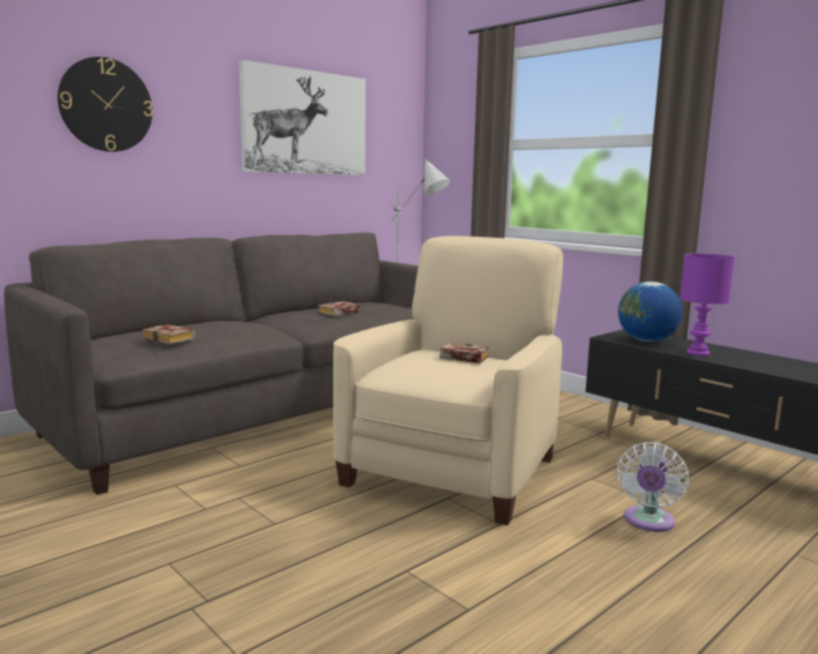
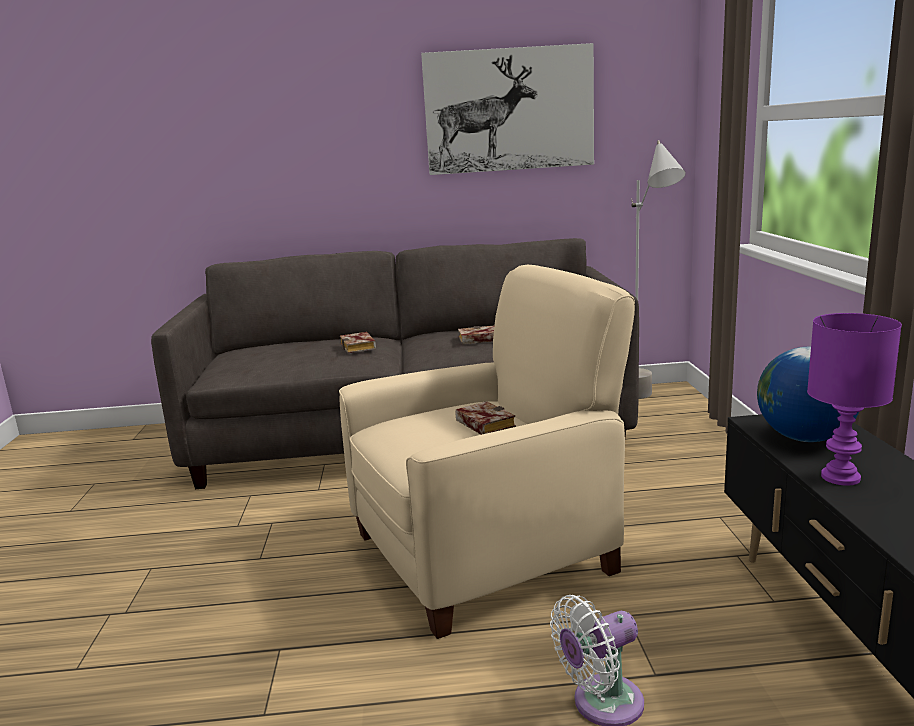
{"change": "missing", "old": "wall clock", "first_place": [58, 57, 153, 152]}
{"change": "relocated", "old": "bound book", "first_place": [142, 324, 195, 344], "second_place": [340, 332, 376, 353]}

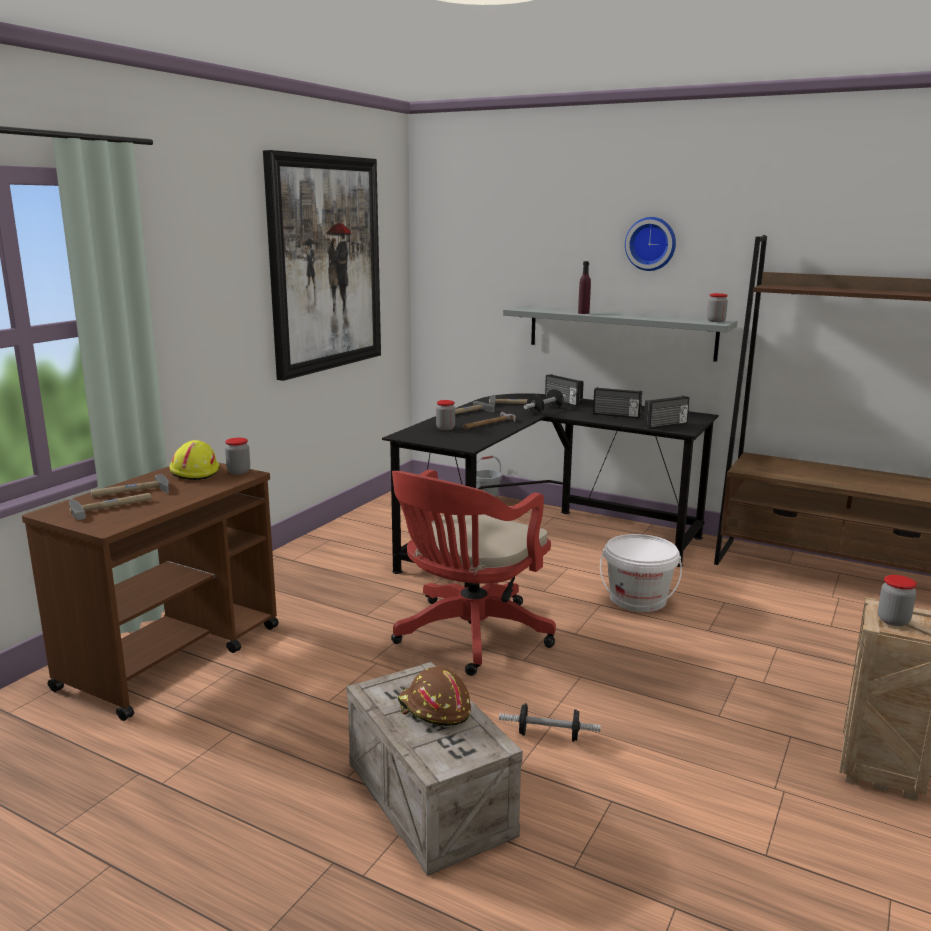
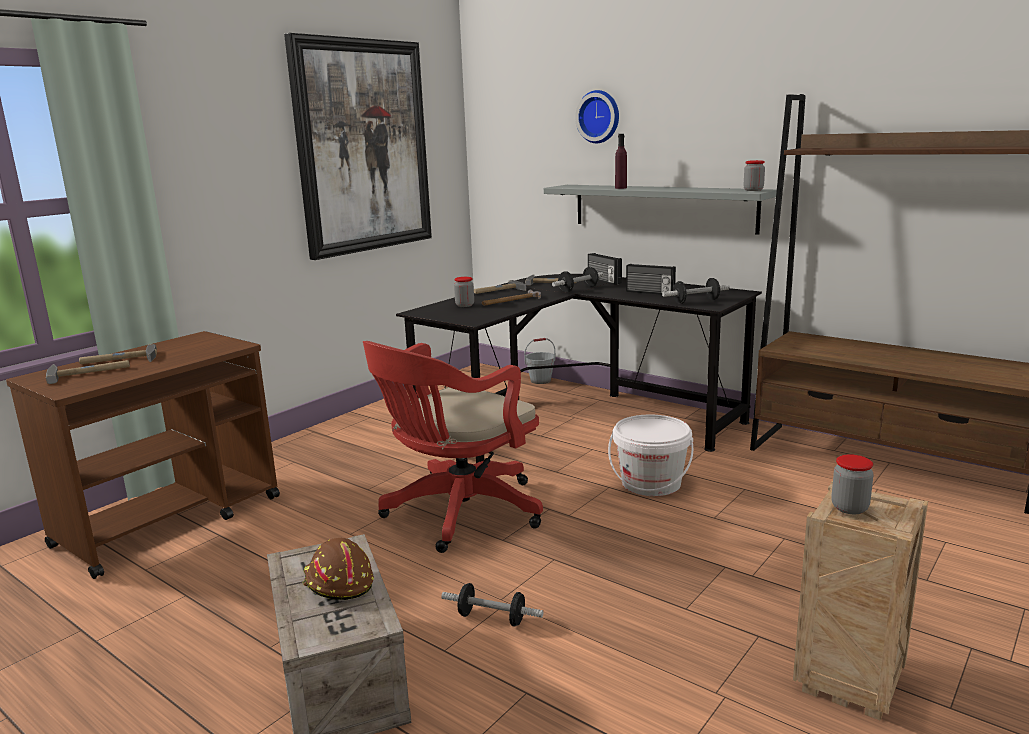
{"change": "missing", "old": "yellow safety helmet", "first_place": [169, 440, 220, 480]}
{"change": "missing", "old": "jar", "first_place": [225, 438, 250, 475]}
{"change": "relocated", "old": "wall clock", "first_place": [625, 217, 676, 271], "second_place": [575, 90, 619, 143]}
{"change": "exchanged", "old": "radio", "new": "hand weight", "first_place": [643, 396, 690, 429], "second_place": [662, 278, 730, 304]}

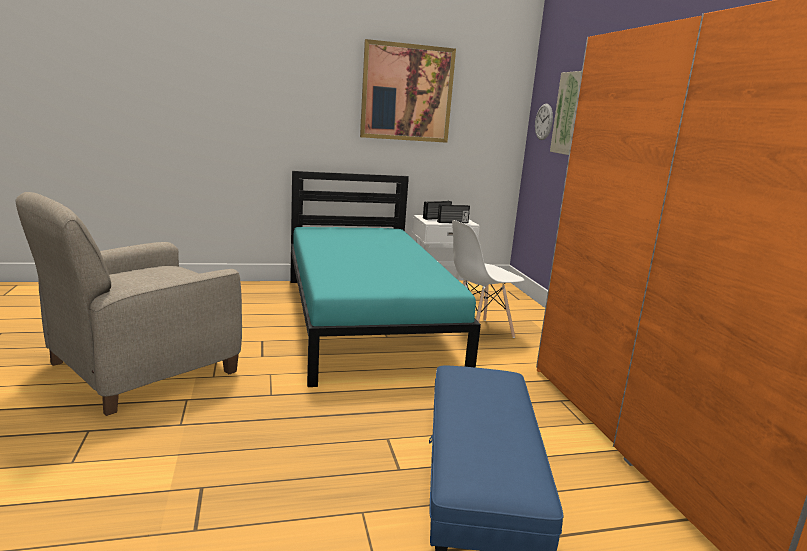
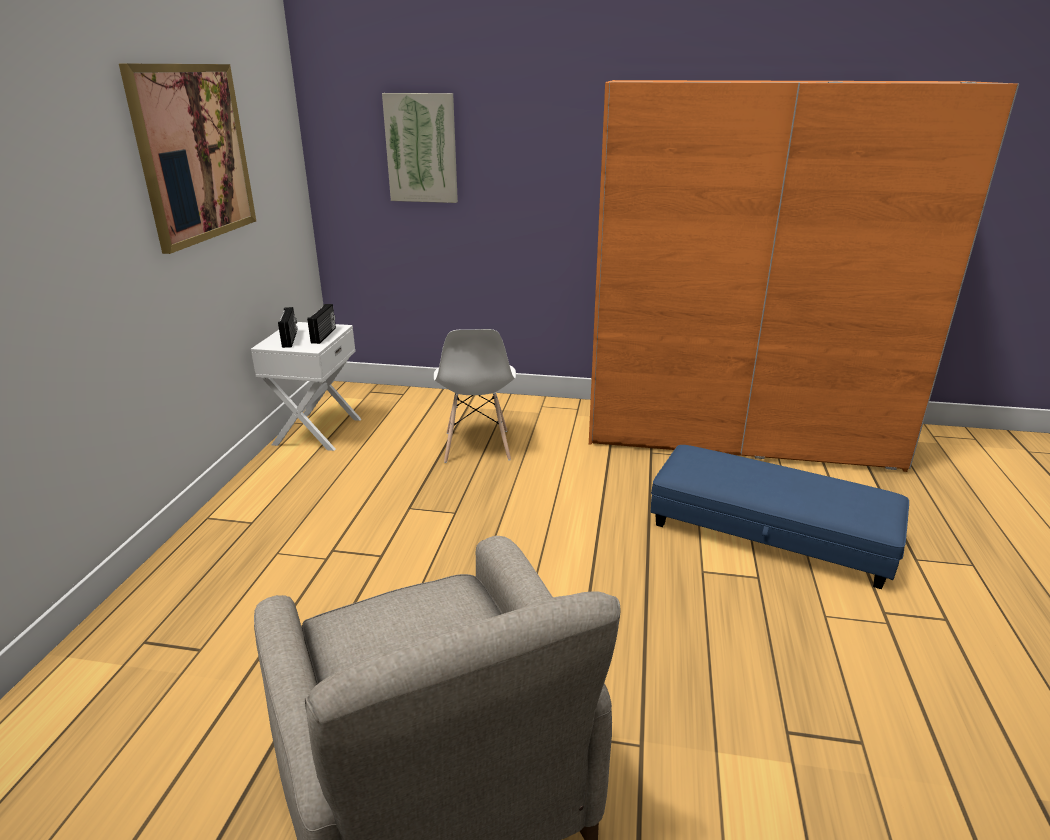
{"change": "missing", "old": "turquoise-coloured sleeping bed", "first_place": [290, 171, 481, 387]}
{"change": "missing", "old": "wall clock", "first_place": [535, 104, 553, 140]}

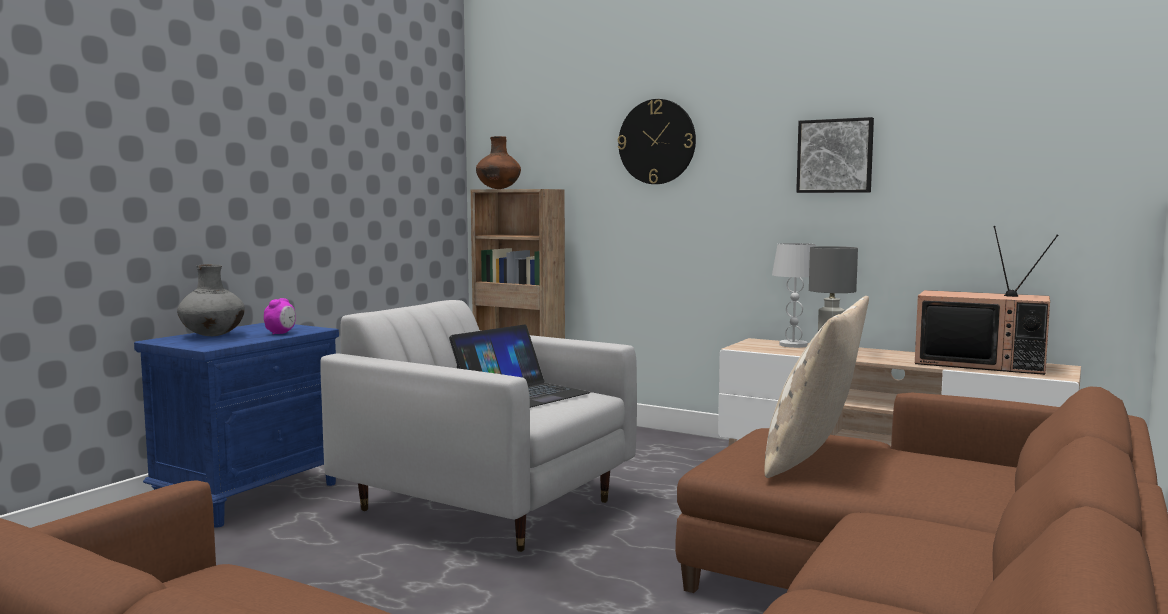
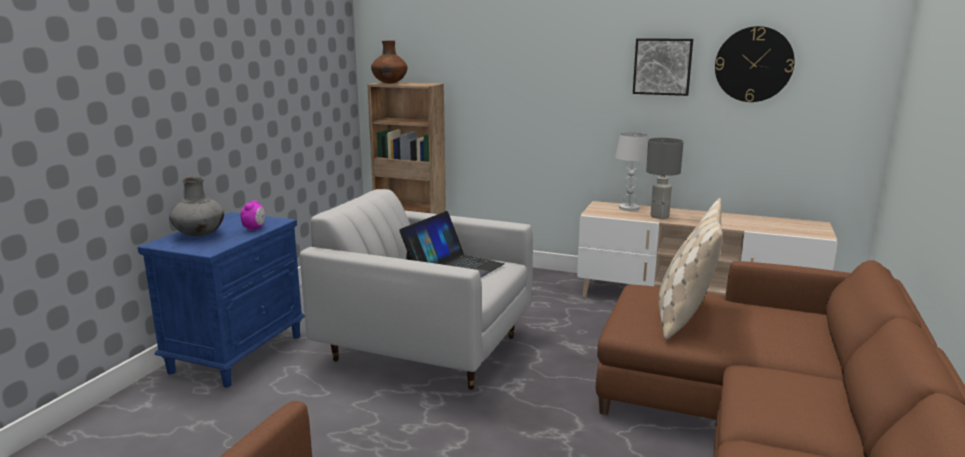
{"change": "relocated", "old": "wall clock", "first_place": [618, 99, 696, 184], "second_place": [715, 26, 795, 102]}
{"change": "missing", "old": "TV", "first_place": [915, 226, 1059, 375]}

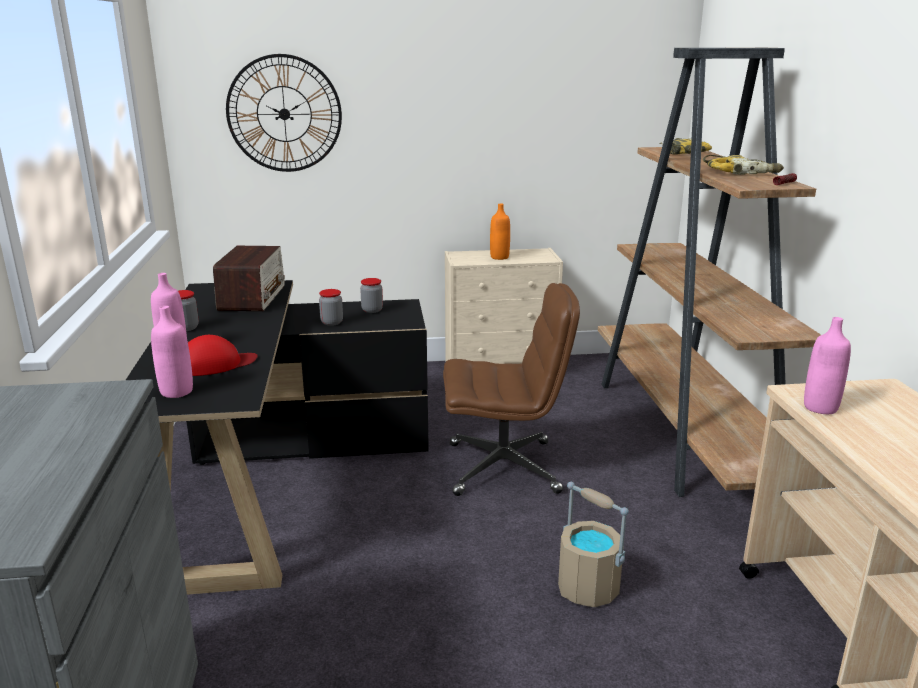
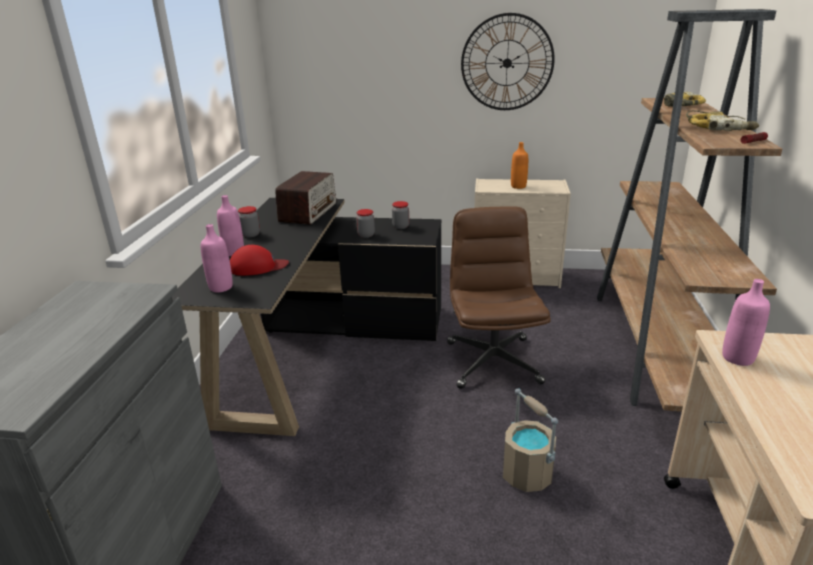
{"change": "relocated", "old": "wall clock", "first_place": [226, 54, 342, 172], "second_place": [461, 13, 555, 110]}
{"change": "spun", "old": "brownish computer chair", "first_place": [443, 283, 580, 496], "second_place": [447, 206, 551, 389], "degrees": -105}

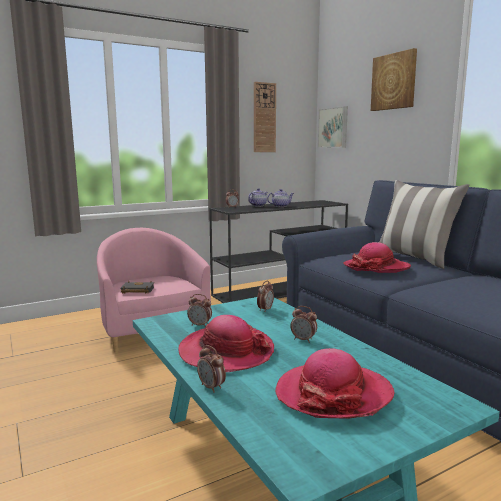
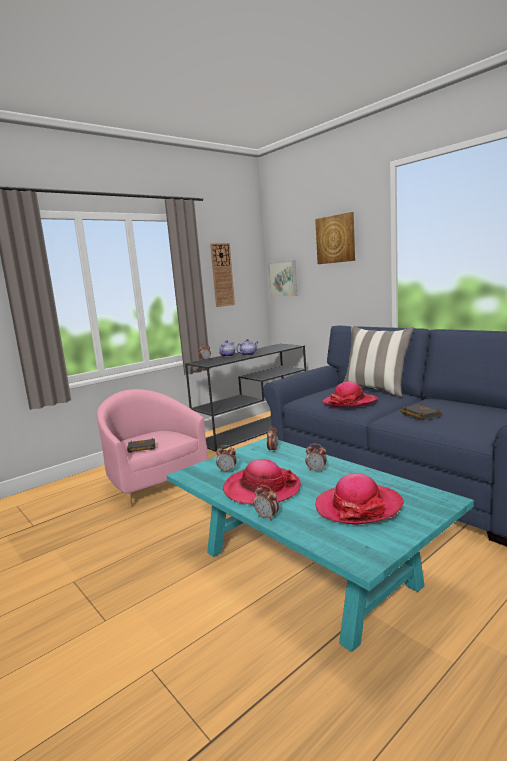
{"change": "appeared", "new": "blackish bound book", "second_place": [400, 403, 442, 420]}

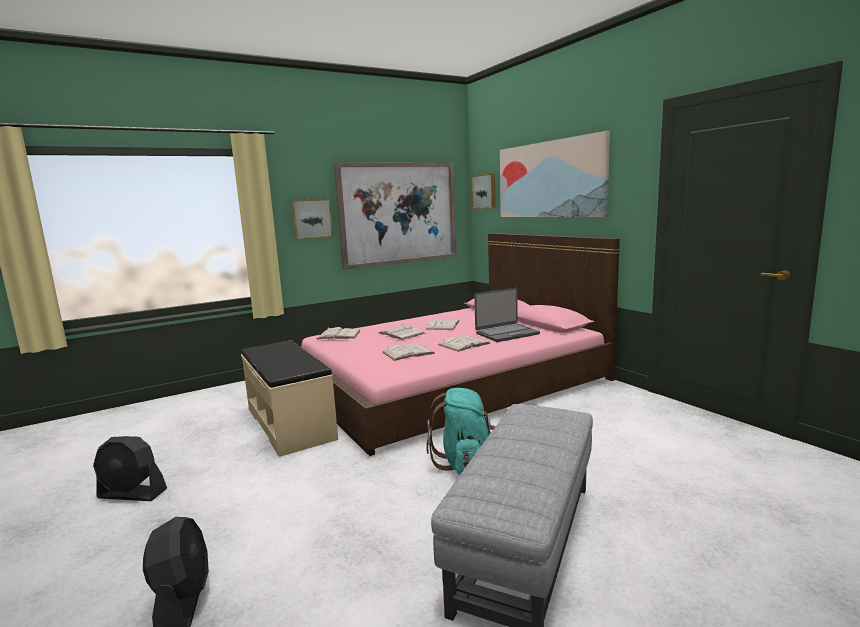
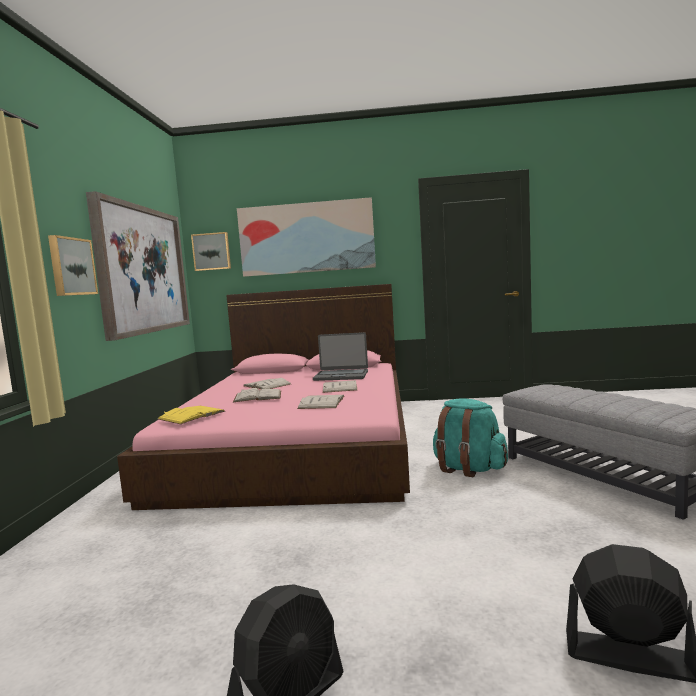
{"change": "missing", "old": "beige long seat", "first_place": [241, 341, 338, 457]}
{"change": "colour", "old": "white-coloured bound book", "new": "yellow bound book", "first_place": [317, 327, 361, 339], "second_place": [158, 406, 225, 424]}
{"change": "spun", "old": "notebook computer", "first_place": [474, 288, 540, 342], "second_place": [313, 332, 368, 381], "degrees": 90}

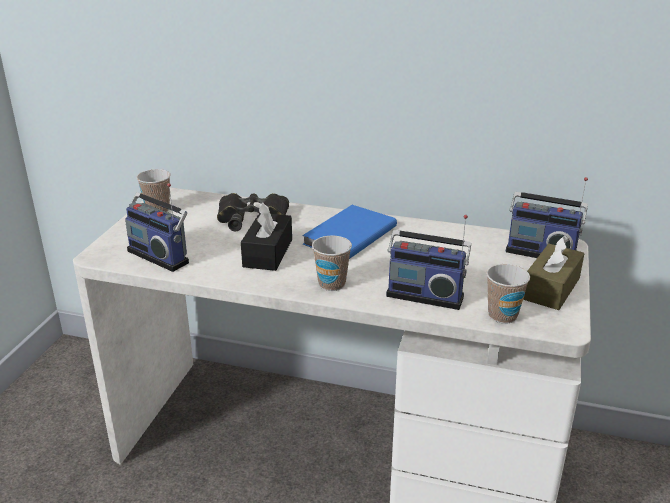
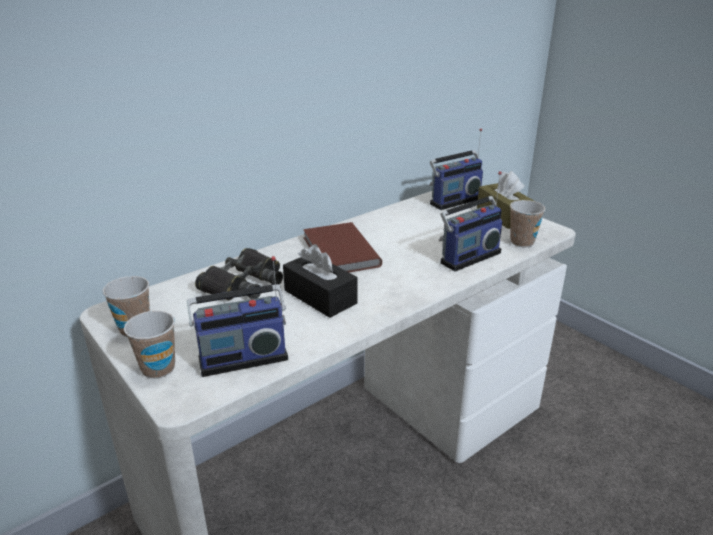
{"change": "colour", "old": "blue-coloured bound book", "new": "brownish bound book", "first_place": [302, 205, 397, 259], "second_place": [303, 222, 382, 272]}
{"change": "relocated", "old": "cup", "first_place": [312, 236, 352, 291], "second_place": [124, 311, 175, 379]}

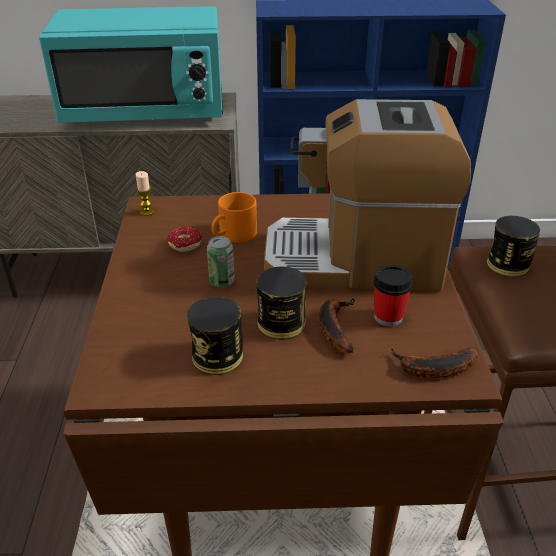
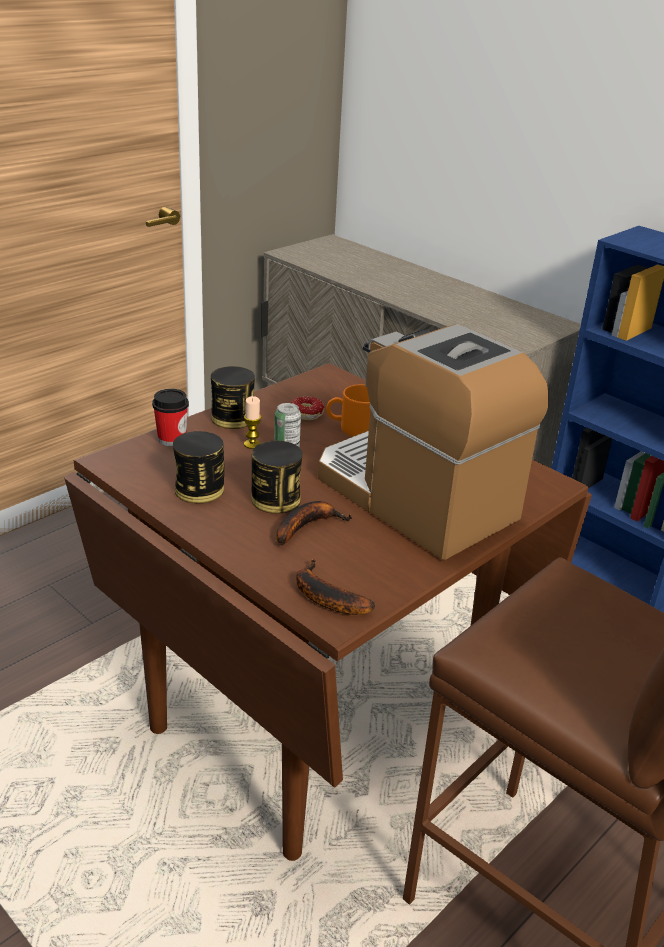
{"change": "missing", "old": "turquoise-coloured microwave oven", "first_place": [39, 6, 223, 123]}
{"change": "relocated", "old": "candle", "first_place": [135, 171, 154, 216], "second_place": [244, 396, 261, 449]}
{"change": "relocated", "old": "cup", "first_place": [373, 265, 413, 326], "second_place": [152, 389, 189, 447]}
{"change": "relocated", "old": "sealed can", "first_place": [487, 216, 540, 277], "second_place": [211, 366, 255, 429]}

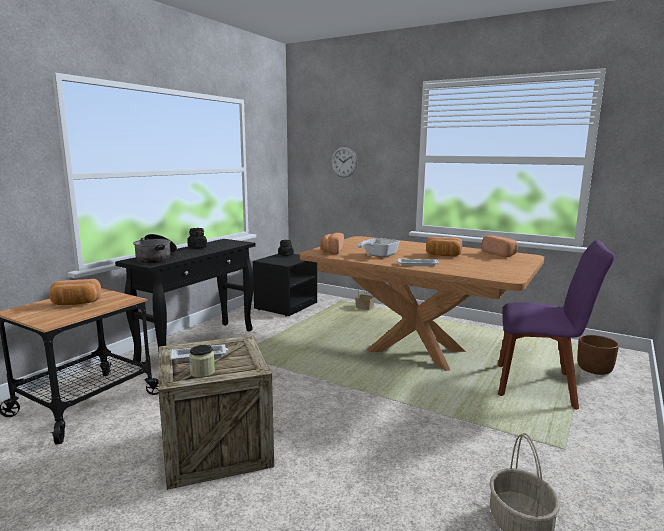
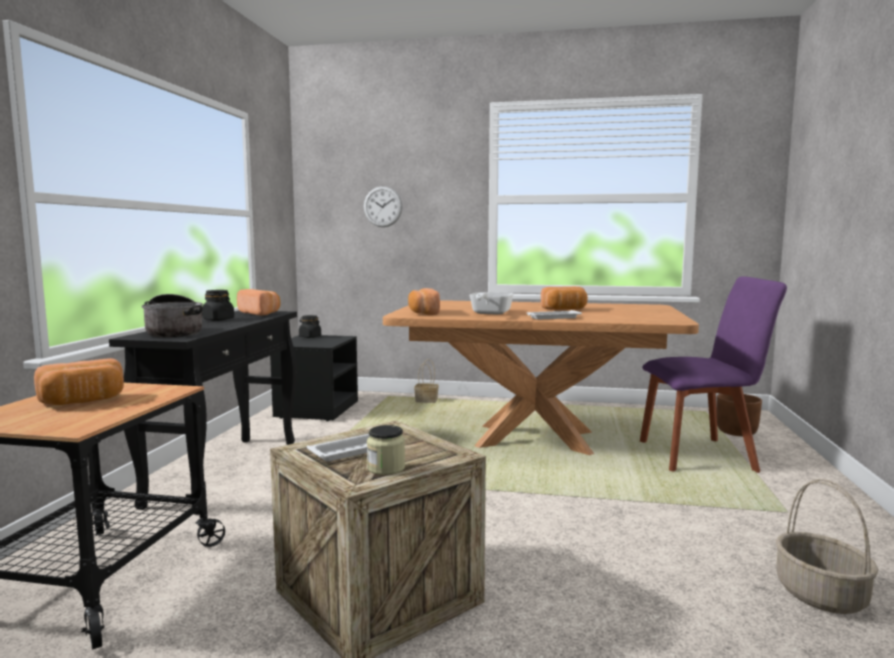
{"change": "relocated", "old": "bakery bread", "first_place": [482, 235, 518, 257], "second_place": [237, 289, 280, 315]}

